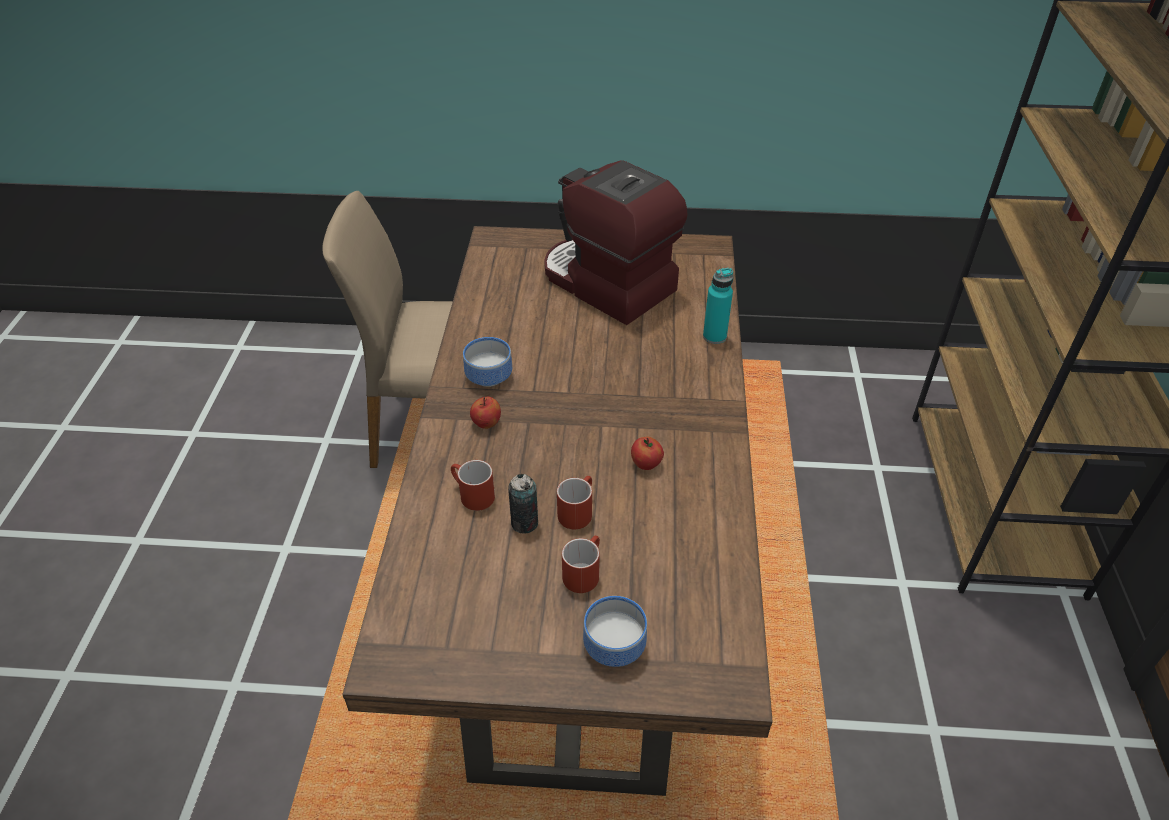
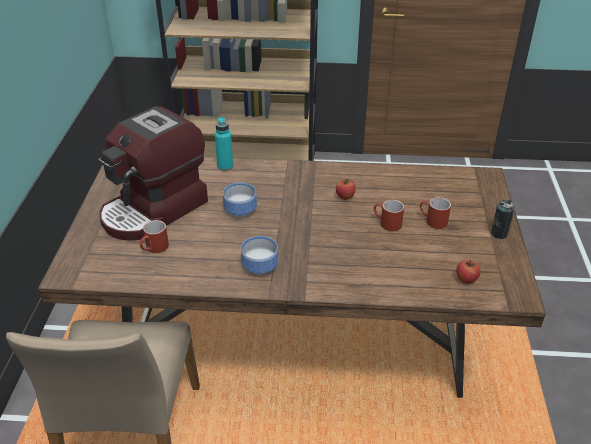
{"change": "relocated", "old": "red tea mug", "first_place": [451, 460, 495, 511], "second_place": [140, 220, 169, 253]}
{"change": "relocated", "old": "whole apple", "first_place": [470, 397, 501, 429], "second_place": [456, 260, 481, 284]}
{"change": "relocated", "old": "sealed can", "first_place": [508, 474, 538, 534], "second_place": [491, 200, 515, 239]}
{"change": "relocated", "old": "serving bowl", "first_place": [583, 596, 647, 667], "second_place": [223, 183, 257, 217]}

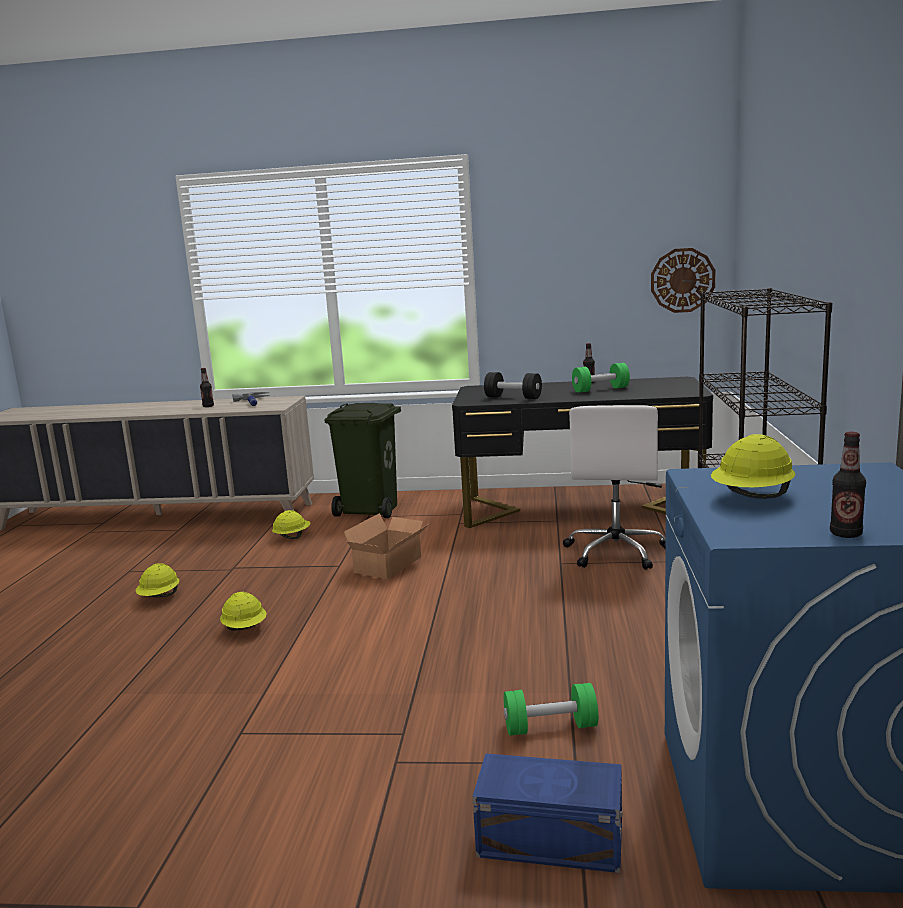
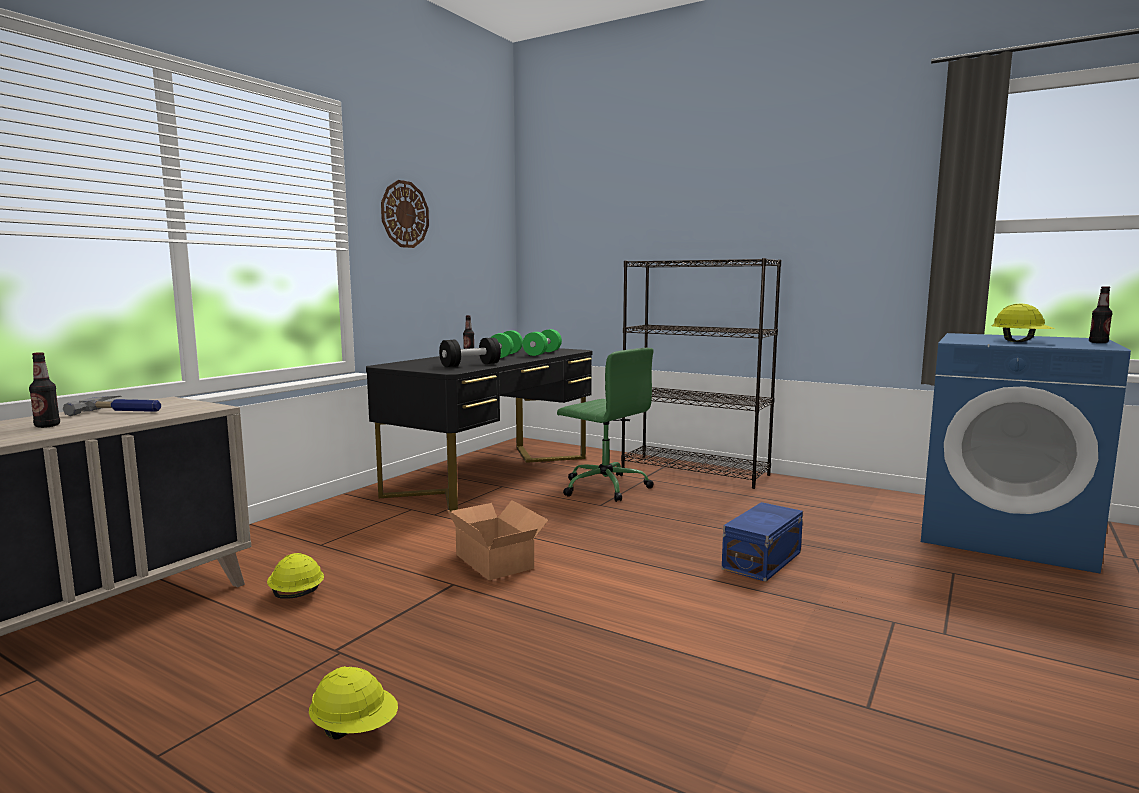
{"change": "missing", "old": "yellow safety helmet", "first_place": [220, 592, 267, 630]}
{"change": "missing", "old": "green-coloured waste bin", "first_place": [324, 403, 401, 518]}
{"change": "relocated", "old": "blue-coloured storage box", "first_place": [472, 753, 623, 873], "second_place": [722, 502, 803, 582]}
{"change": "relocated", "old": "green-coloured hand weight", "first_place": [504, 683, 598, 736], "second_place": [523, 329, 562, 356]}
{"change": "colour", "old": "white-coloured computer chair", "new": "green-coloured computer chair", "first_place": [563, 405, 666, 570], "second_place": [557, 348, 654, 502]}
{"change": "relocated", "old": "wall clock", "first_place": [651, 248, 716, 313], "second_place": [381, 180, 429, 248]}

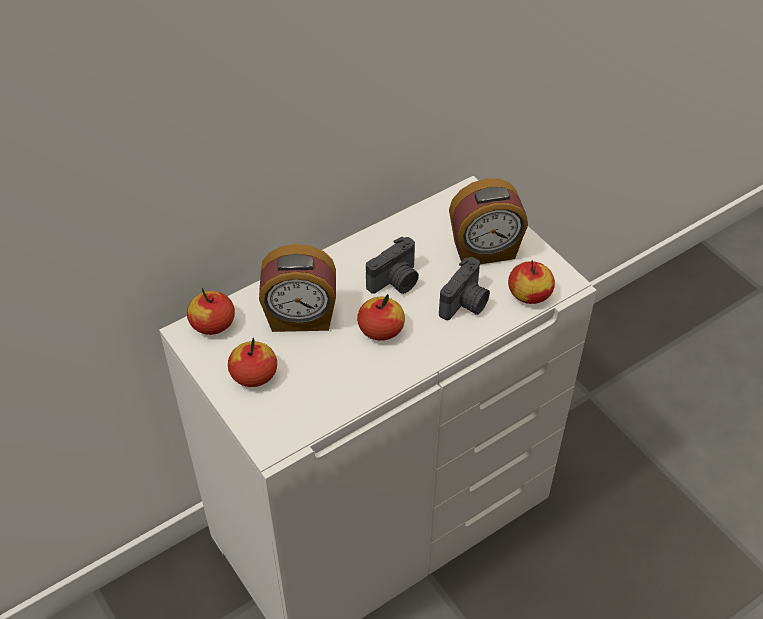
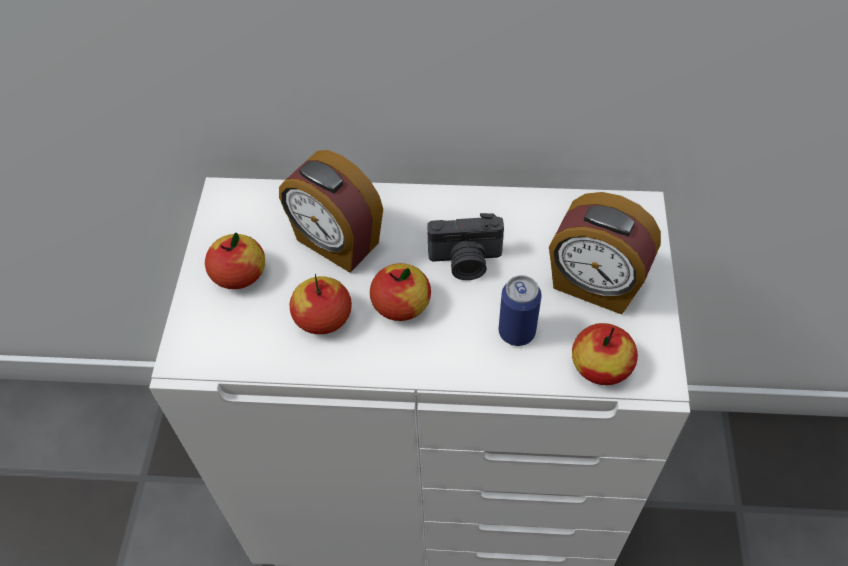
{"change": "relocated", "old": "whole apple", "first_place": [187, 288, 235, 335], "second_place": [290, 274, 352, 334]}
{"change": "exchanged", "old": "photo camera", "new": "sealed can", "first_place": [439, 257, 490, 320], "second_place": [499, 275, 542, 346]}

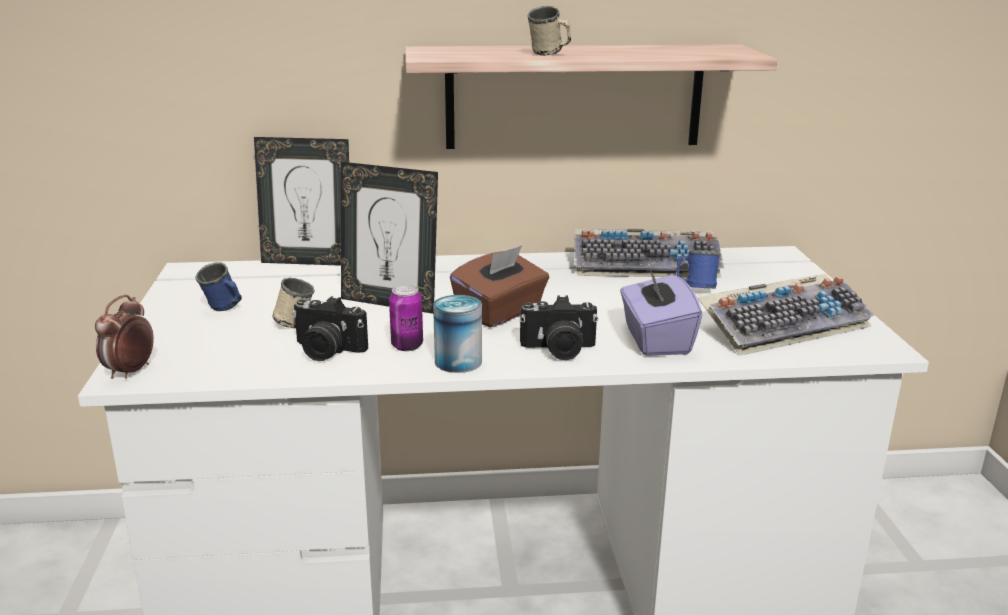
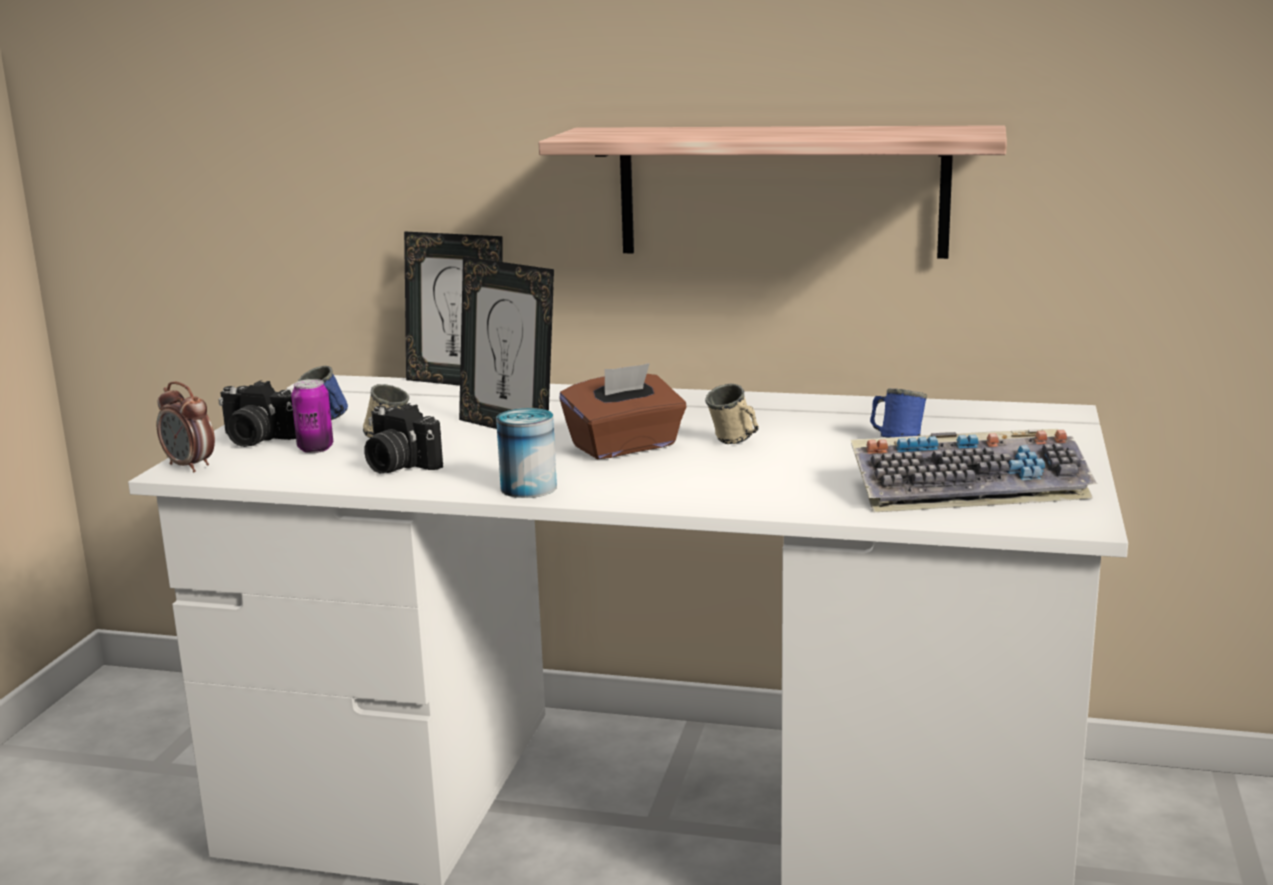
{"change": "spun", "old": "bedside clock", "first_place": [95, 295, 154, 379], "second_place": [157, 381, 215, 472], "degrees": -90}
{"change": "relocated", "old": "sealed can", "first_place": [389, 285, 423, 351], "second_place": [291, 379, 333, 453]}
{"change": "relocated", "old": "photo camera", "first_place": [520, 296, 598, 360], "second_place": [219, 380, 296, 447]}
{"change": "relocated", "old": "beige tea mug", "first_place": [528, 6, 571, 56], "second_place": [705, 384, 759, 444]}
{"change": "missing", "old": "computer keyboard", "first_place": [574, 229, 724, 278]}
{"change": "missing", "old": "purple box of tissues", "first_place": [620, 267, 702, 356]}

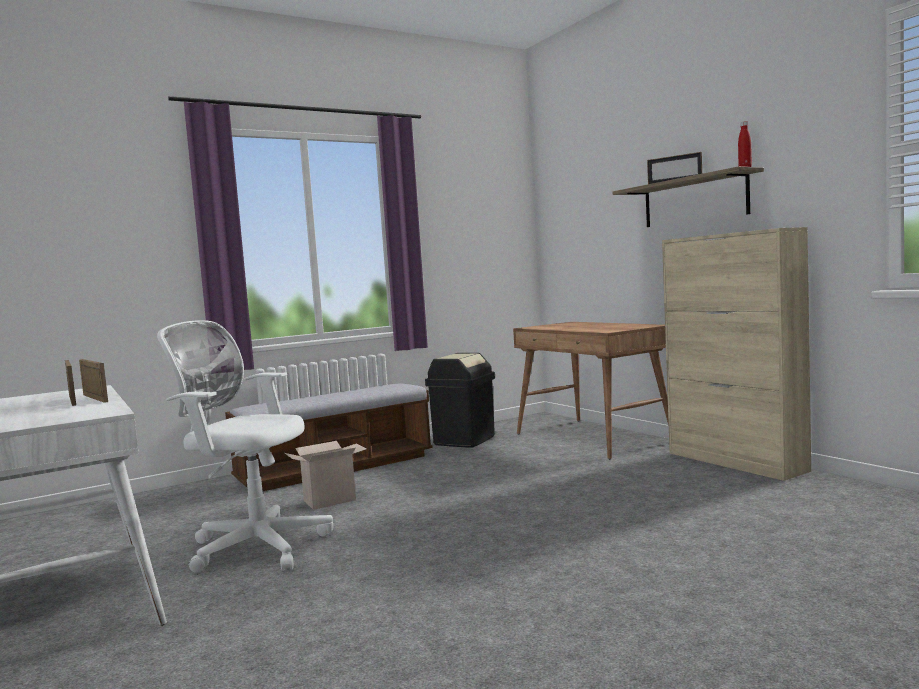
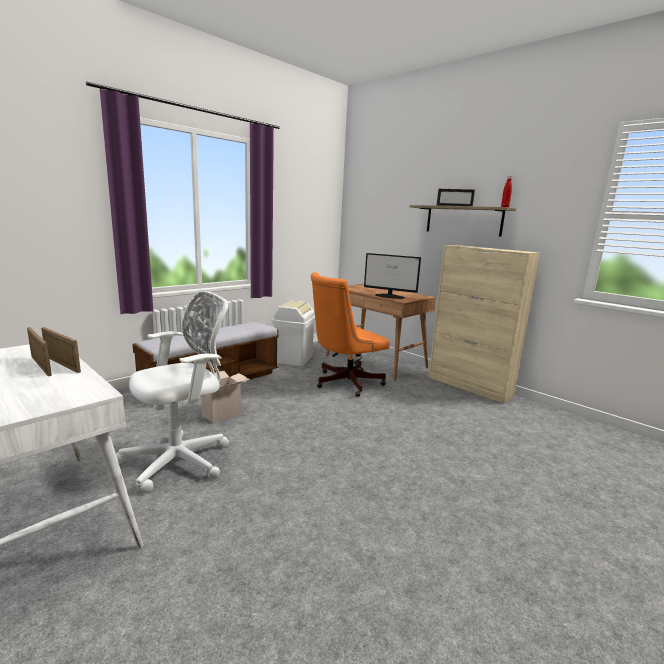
{"change": "spun", "old": "white-coloured computer chair", "first_place": [157, 320, 333, 573], "second_place": [116, 291, 229, 493], "degrees": 135}
{"change": "colour", "old": "blackish waste bin", "new": "white-coloured waste bin", "first_place": [425, 353, 495, 448], "second_place": [272, 301, 315, 367]}
{"change": "appeared", "new": "orange-coloured computer chair", "second_place": [311, 272, 390, 397]}
{"change": "appeared", "new": "computer display", "second_place": [364, 253, 421, 299]}

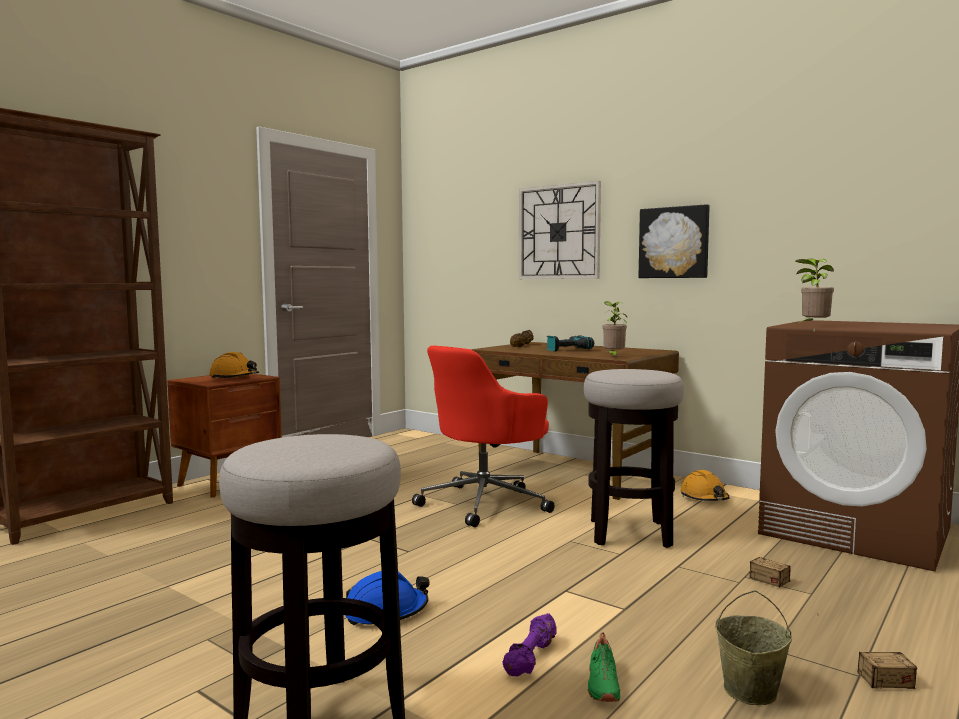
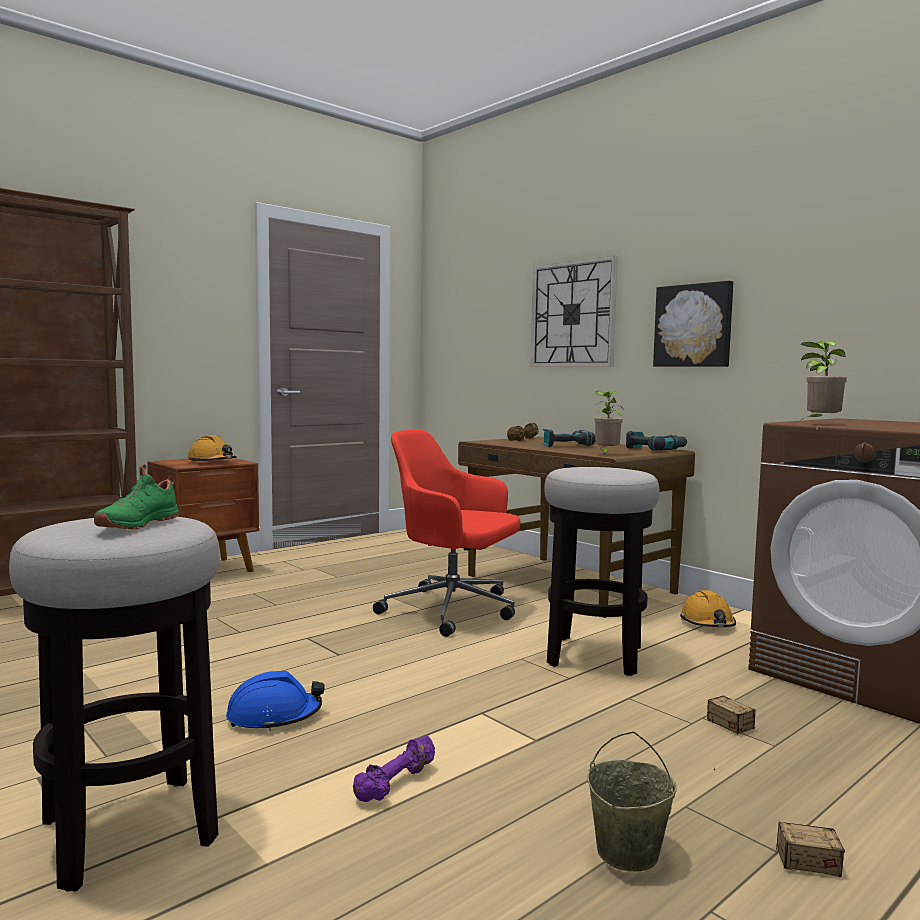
{"change": "spun", "old": "red computer chair", "first_place": [412, 346, 555, 527], "second_place": [373, 430, 520, 637], "degrees": 60}
{"change": "relocated", "old": "green-coloured item of footwear", "first_place": [588, 633, 620, 702], "second_place": [94, 465, 179, 529]}
{"change": "appeared", "new": "drill", "second_place": [626, 431, 688, 451]}

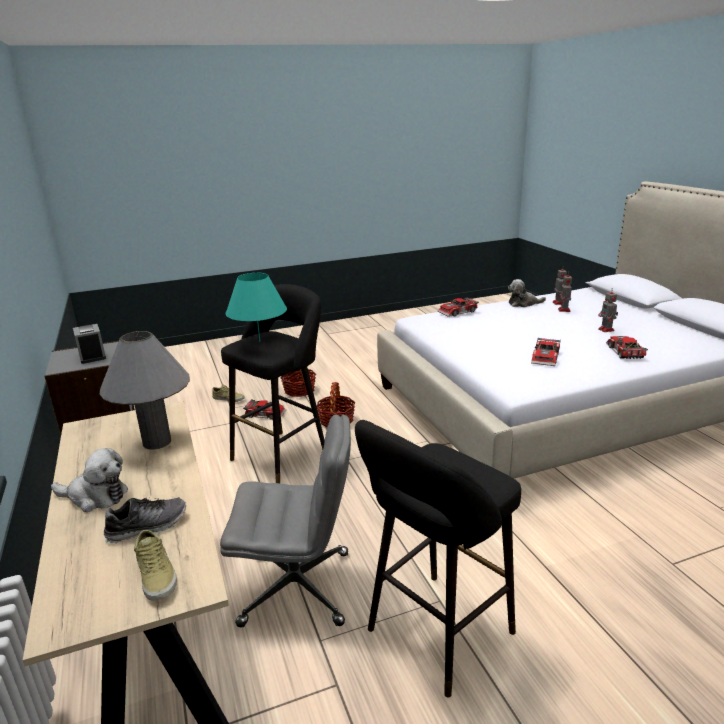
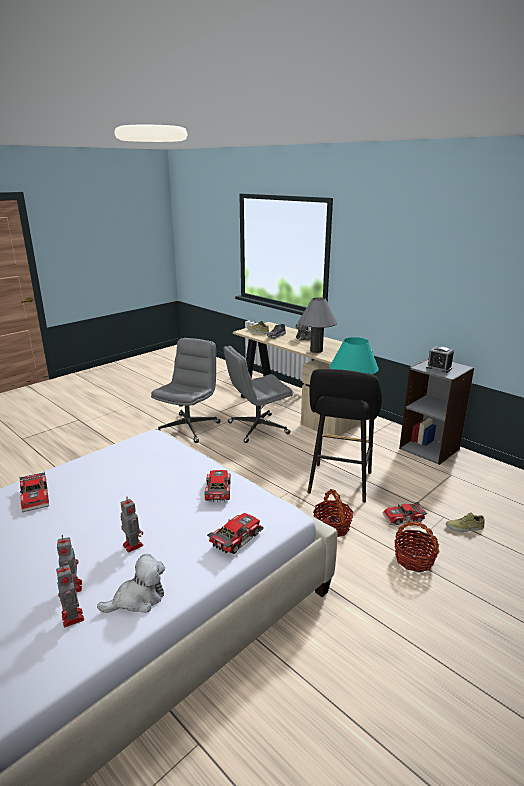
{"change": "exchanged", "old": "blackish sitting stool", "new": "greyish computer chair", "first_place": [355, 420, 521, 697], "second_place": [151, 338, 221, 443]}
{"change": "relocated", "old": "model car", "first_place": [531, 338, 561, 366], "second_place": [204, 470, 231, 502]}
{"change": "relocated", "old": "toy robot", "first_place": [598, 288, 618, 332], "second_place": [121, 496, 143, 553]}

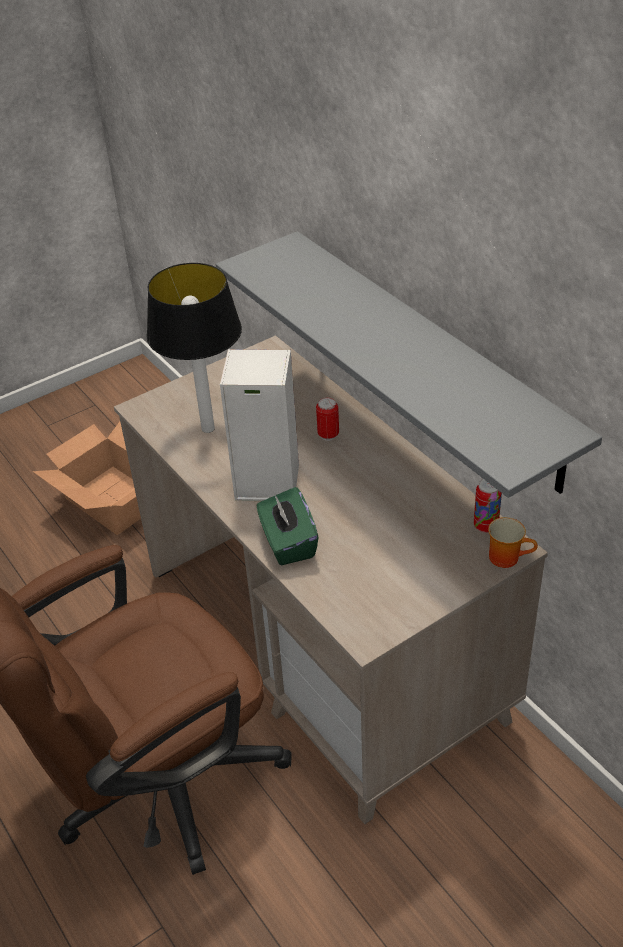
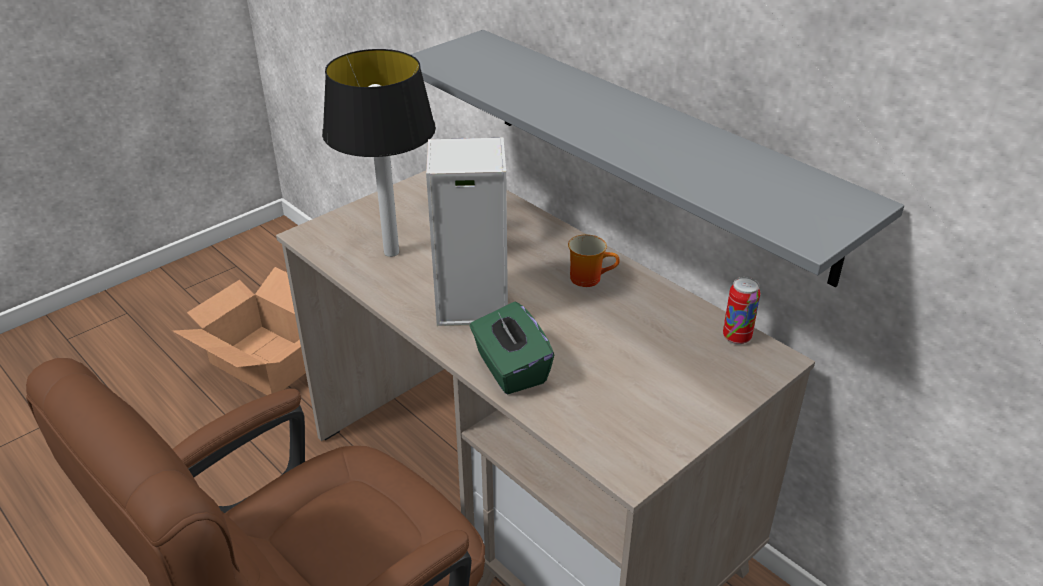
{"change": "missing", "old": "sealed can", "first_place": [316, 398, 339, 441]}
{"change": "relocated", "old": "tea mug", "first_place": [488, 517, 538, 568], "second_place": [568, 234, 620, 287]}

